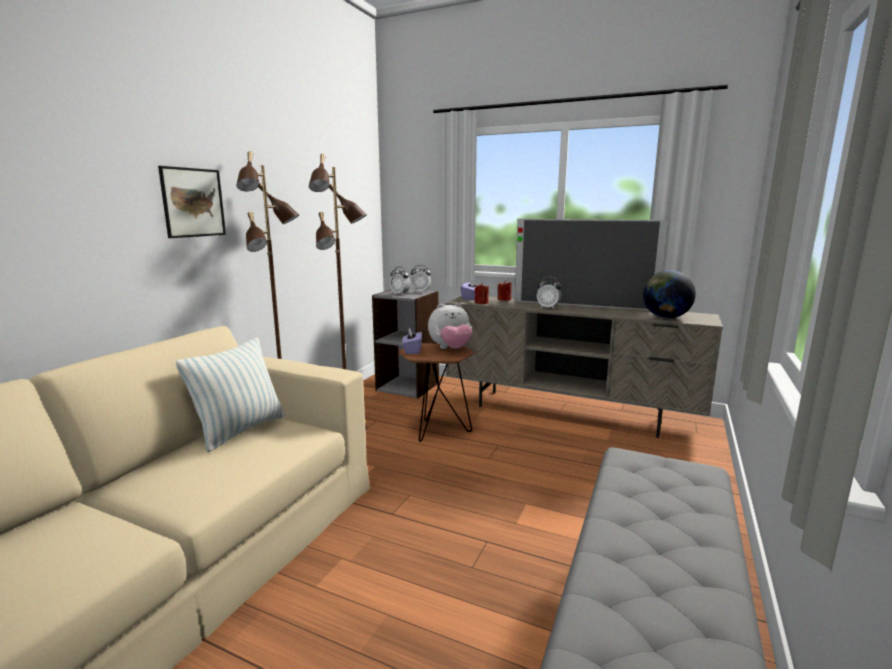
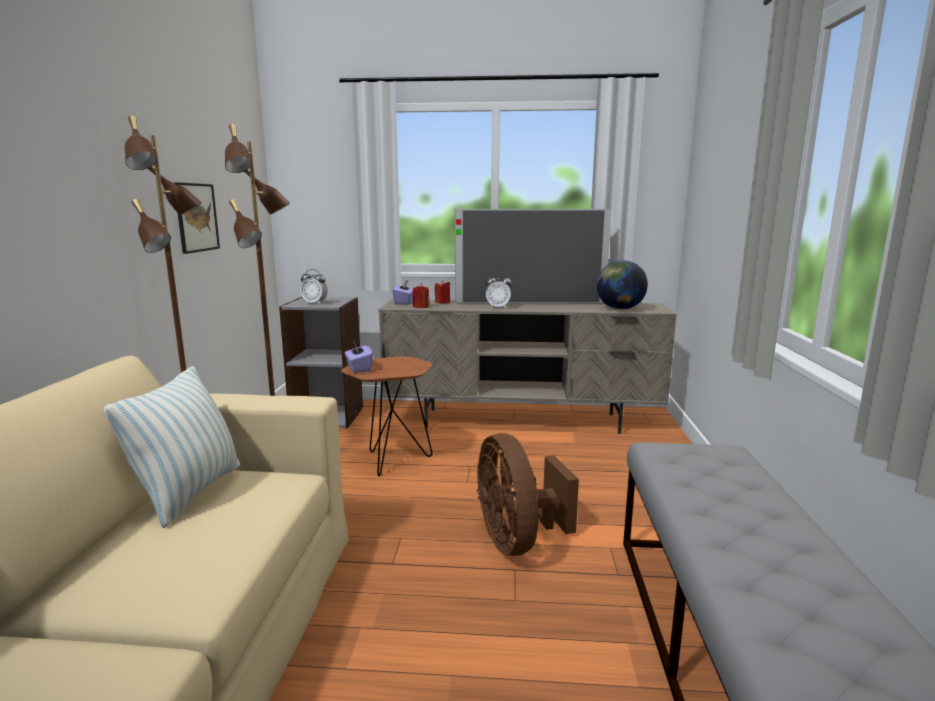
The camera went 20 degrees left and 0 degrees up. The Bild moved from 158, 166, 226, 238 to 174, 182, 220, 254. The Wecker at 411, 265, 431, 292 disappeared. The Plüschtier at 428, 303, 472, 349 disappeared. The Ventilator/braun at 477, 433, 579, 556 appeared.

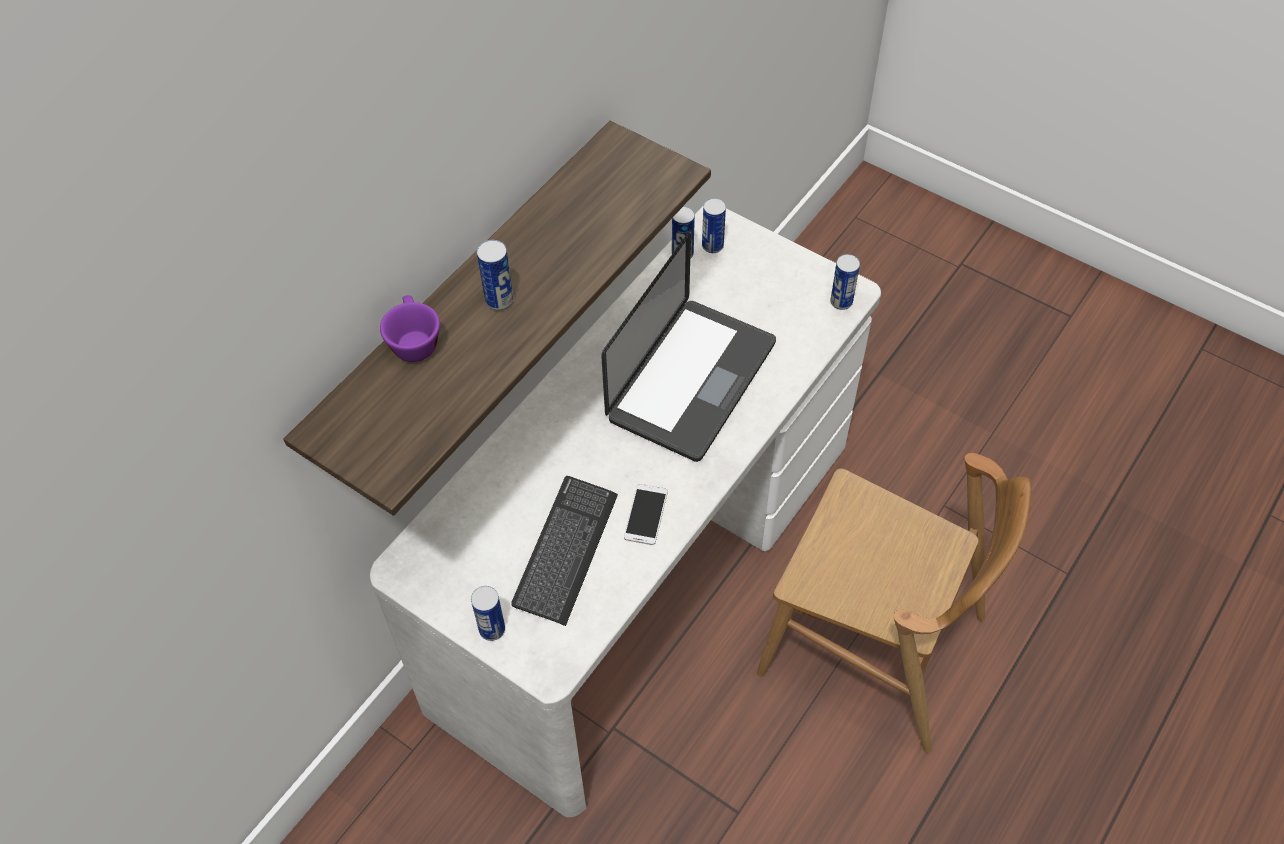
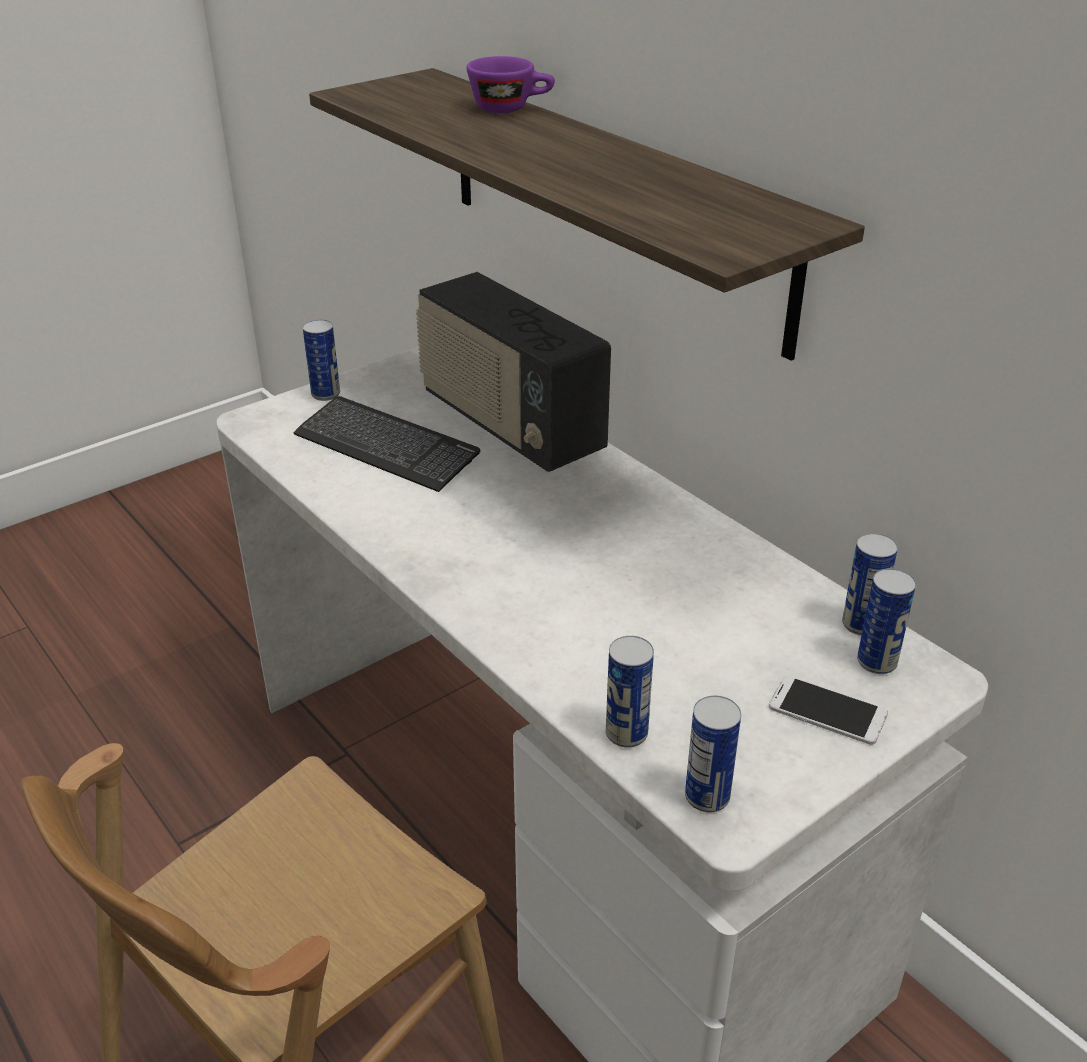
The camera went 105 degrees right and 20 degrees down. The Dose moved from 477, 240, 514, 311 to 606, 636, 654, 748. The Laptop at 601, 233, 776, 462 disappeared. The Handy moved from 624, 484, 668, 545 to 769, 676, 888, 745. The Radio at 416, 272, 611, 472 appeared.

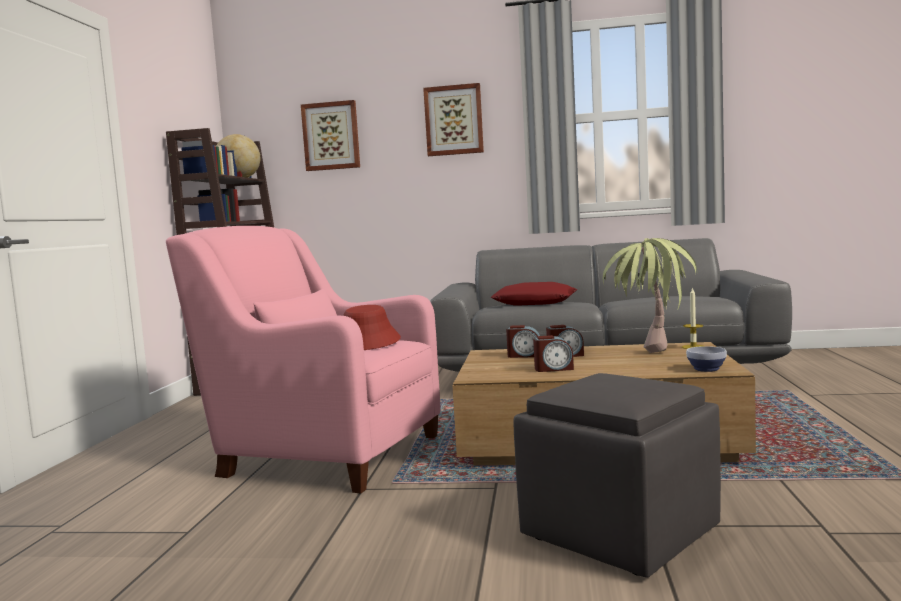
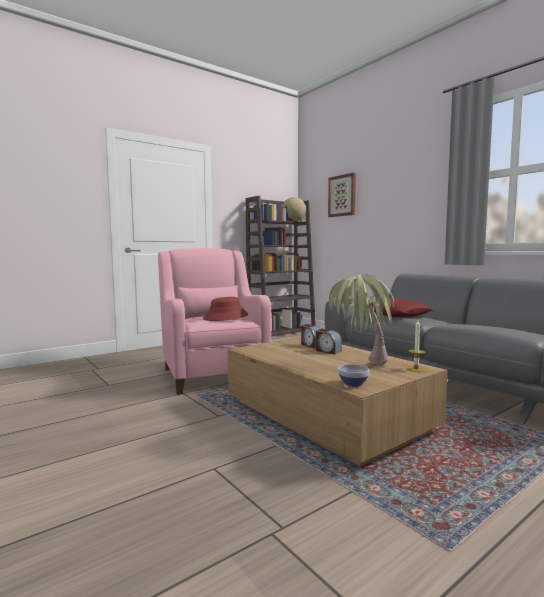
The camera went 45 degrees right and 0 degrees up. The Bild at 423, 83, 484, 156 disappeared. The Polsterhocker/grau at 513, 373, 721, 577 disappeared. The Wecker at 533, 335, 574, 372 disappeared.

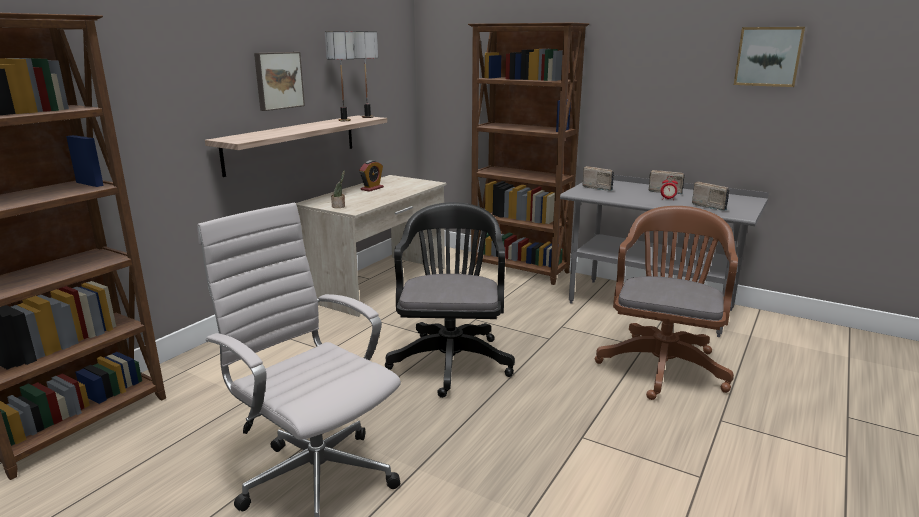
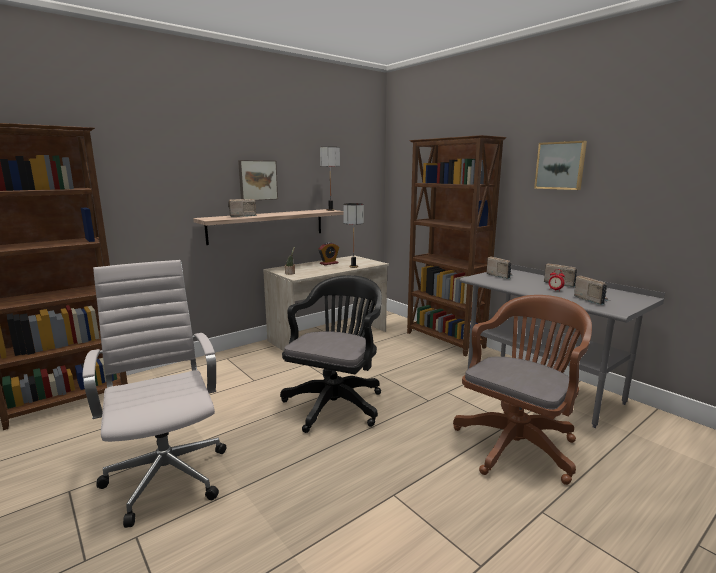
The camera went 20 degrees right and 5 degrees down. The Tischlampe moved from 325, 31, 354, 121 to 343, 203, 364, 268. The Bild moved from 734, 27, 805, 87 to 534, 141, 587, 190. The Radio at 228, 199, 257, 217 appeared.

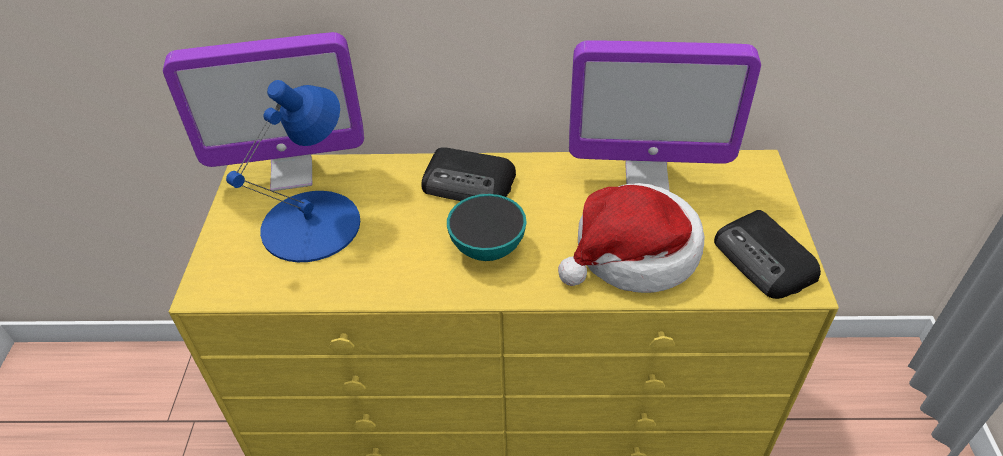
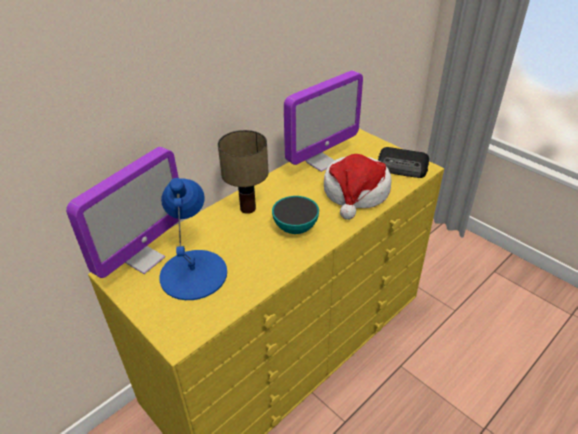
The camera went 45 degrees left and 5 degrees down. The Radio at 421, 147, 516, 201 was replaced by the Tischlampe at 218, 130, 269, 214.

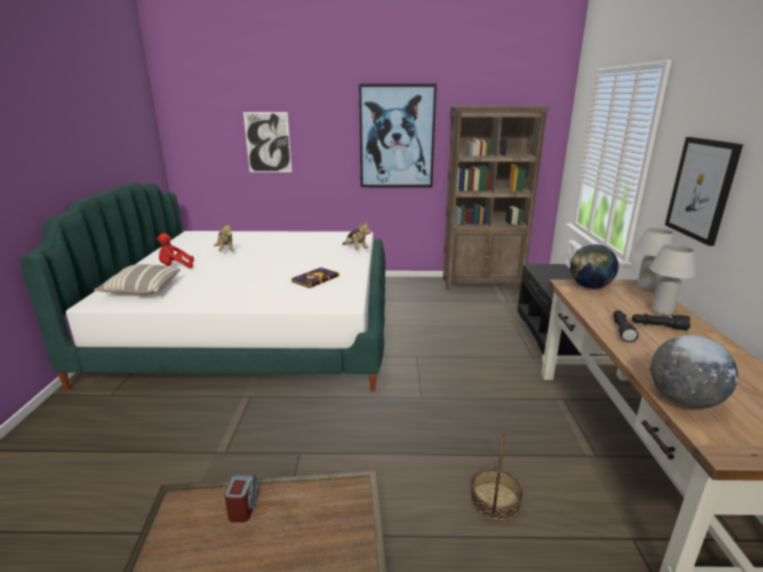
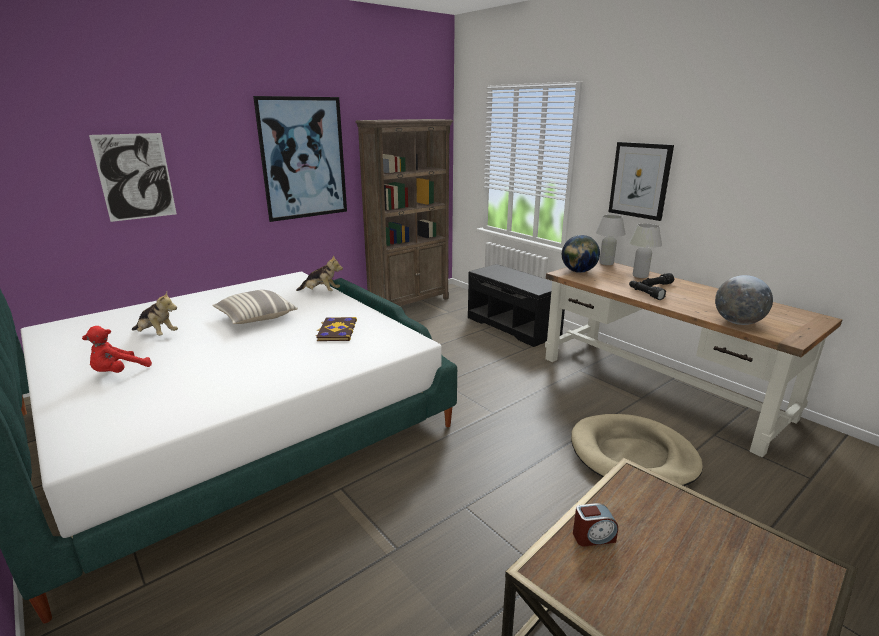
The camera went 40 degrees left and 0 degrees up. The Kissen moved from 94, 264, 180, 295 to 212, 290, 298, 324. The Wecker at 224, 475, 259, 522 turned 120 degrees clockwise. The Korb at 471, 434, 523, 521 was replaced by the Hundebett/beige at 571, 414, 703, 486.

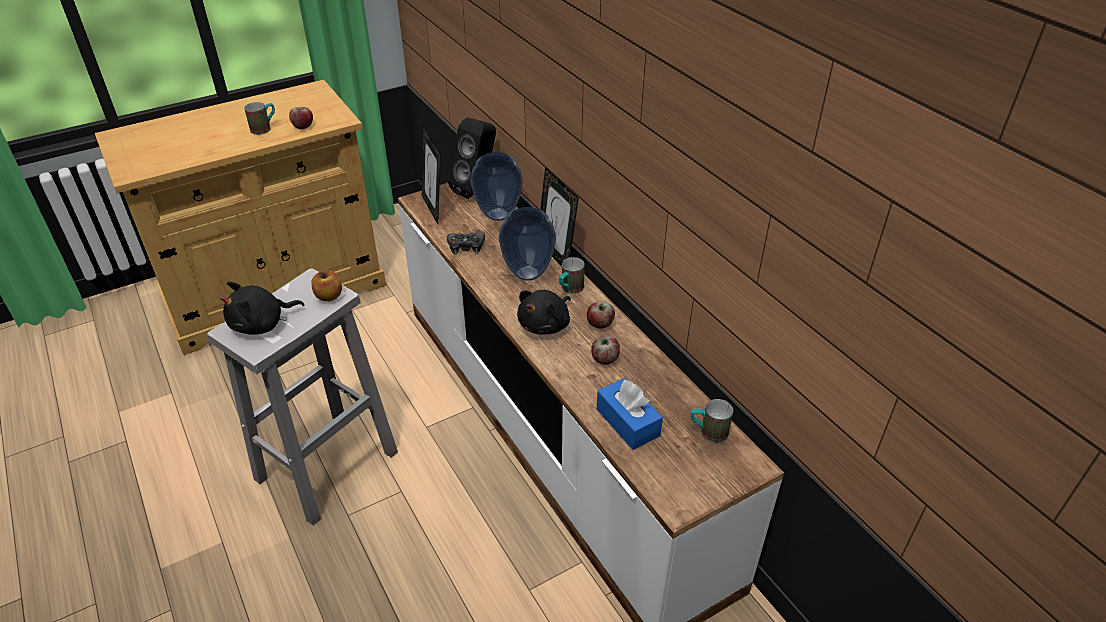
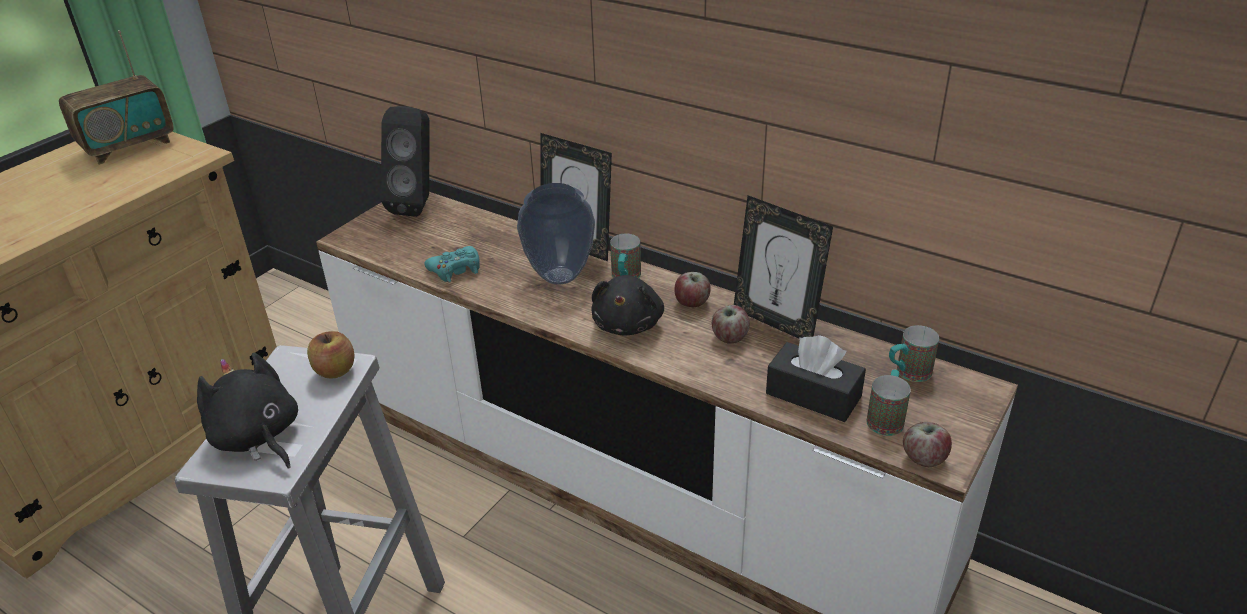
The camera went 25 degrees left and 5 degrees down. The Plüschtier/schwarz at 220, 282, 305, 335 turned 105 degrees clockwise. The Henkelbecher moved from 244, 102, 275, 135 to 866, 370, 911, 436. The Apfel moved from 289, 107, 313, 129 to 903, 422, 952, 467. The Bilderrahmen moved from 422, 126, 441, 224 to 734, 195, 833, 339. The Gamepad/schwarz at 447, 232, 485, 255 became the Gamepad/türkis at 424, 246, 480, 282. The Vase at 470, 152, 523, 221 disappeared. The Taschentuchbox/blau at 597, 378, 663, 450 became the Taschentuchbox/schwarz at 766, 335, 866, 422. The Radio at 59, 30, 174, 165 appeared.

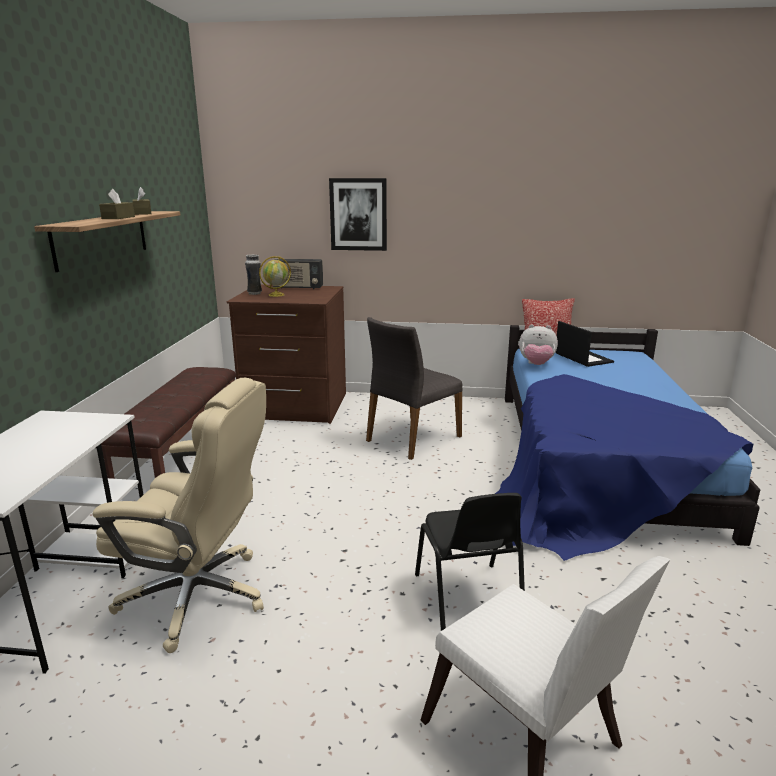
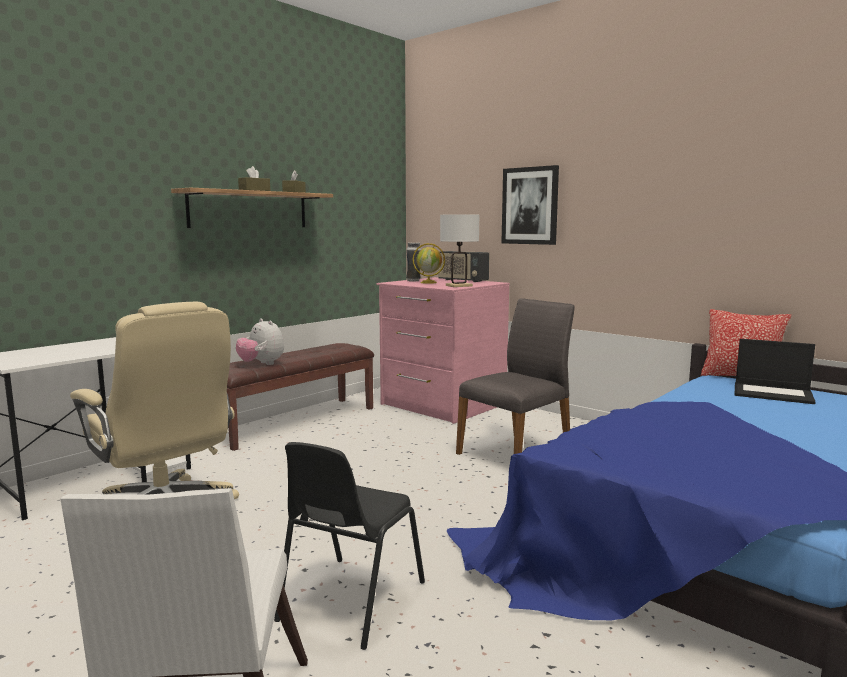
The camera went 35 degrees right and 10 degrees down. The Kommode/braun at 227, 285, 346, 424 became the Kommode/rosa at 376, 277, 510, 424. The Stuhl/grau at 366, 317, 463, 460 turned 150 degrees clockwise. The Plüschtier moved from 519, 324, 558, 365 to 236, 319, 284, 365. The Laptop at 556, 321, 614, 367 turned 105 degrees clockwise. The Tischlampe/weiß at 440, 214, 479, 287 appeared.

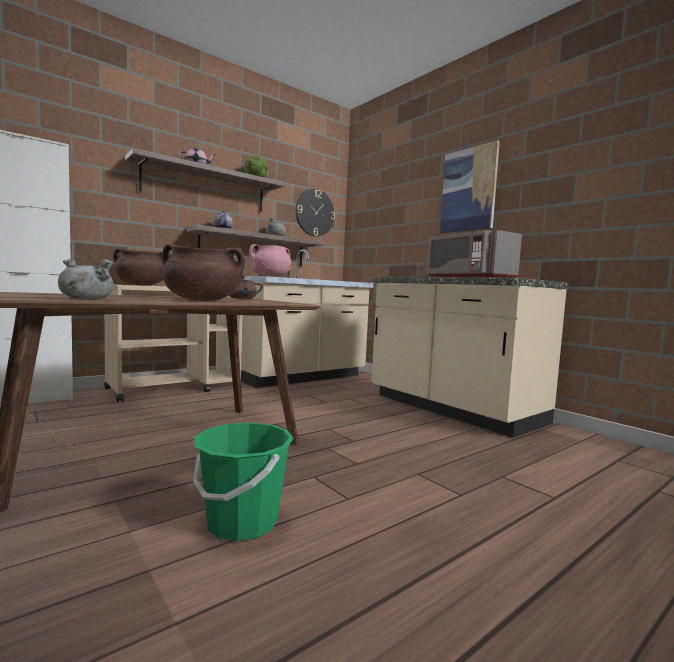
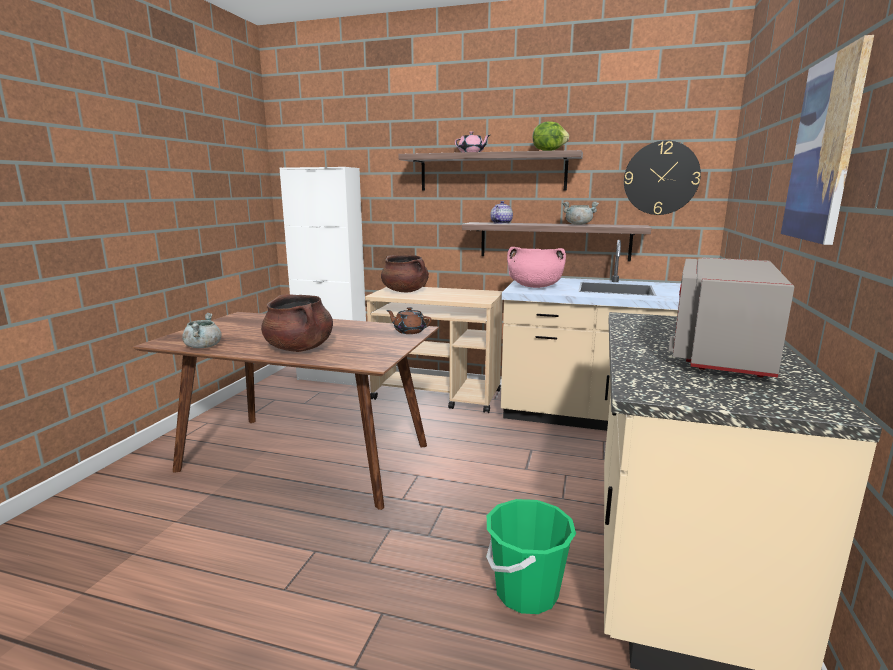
The camera went 55 degrees right and 10 degrees up. The Eimer/grün moved from 193, 422, 294, 541 to 486, 499, 576, 614.

